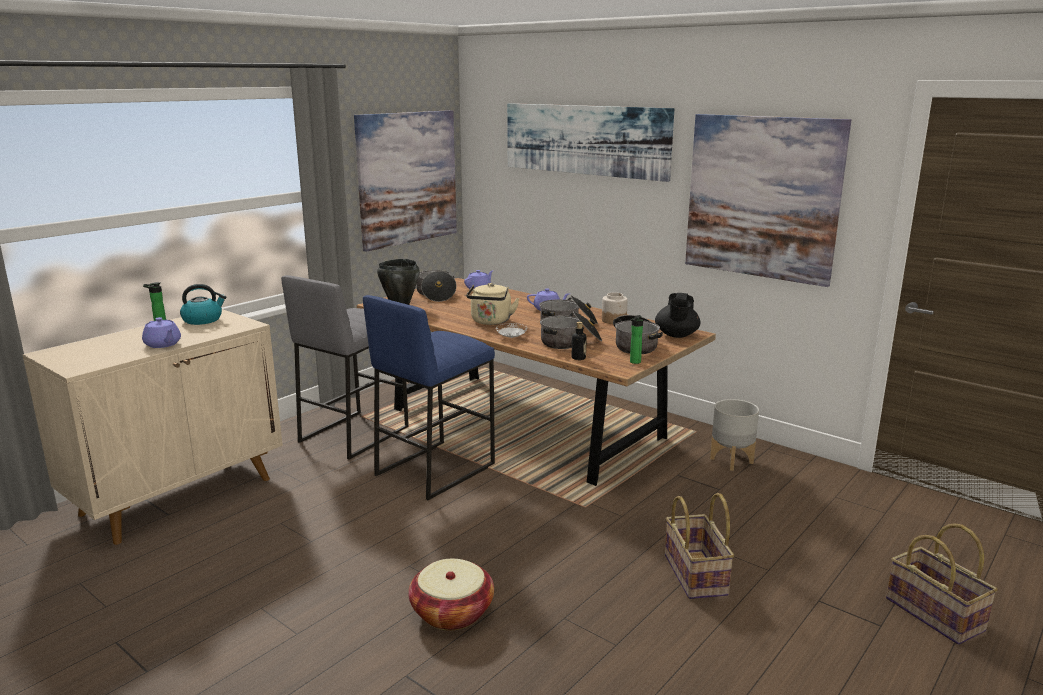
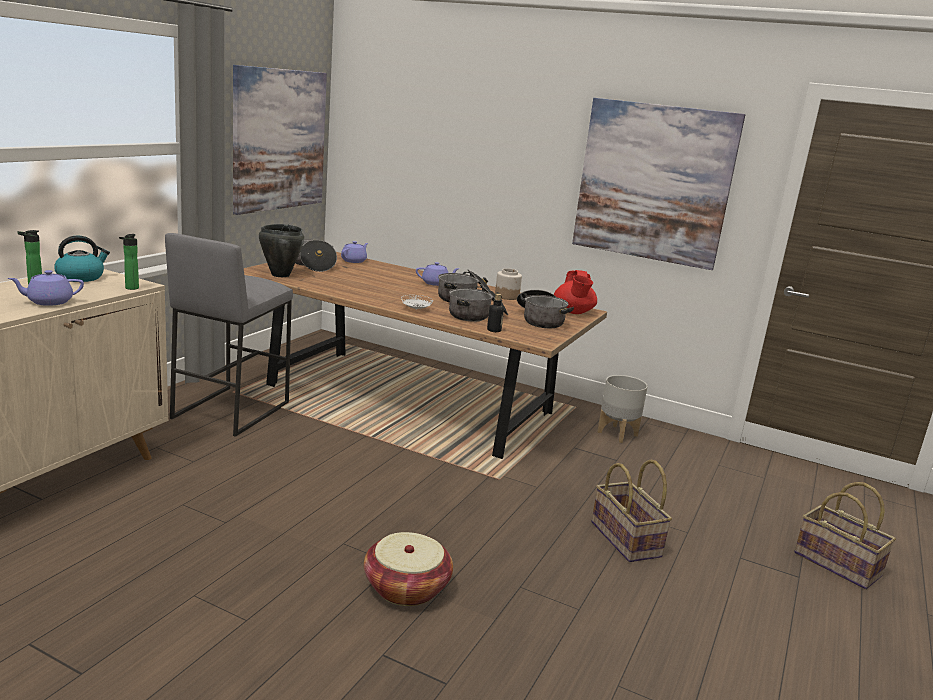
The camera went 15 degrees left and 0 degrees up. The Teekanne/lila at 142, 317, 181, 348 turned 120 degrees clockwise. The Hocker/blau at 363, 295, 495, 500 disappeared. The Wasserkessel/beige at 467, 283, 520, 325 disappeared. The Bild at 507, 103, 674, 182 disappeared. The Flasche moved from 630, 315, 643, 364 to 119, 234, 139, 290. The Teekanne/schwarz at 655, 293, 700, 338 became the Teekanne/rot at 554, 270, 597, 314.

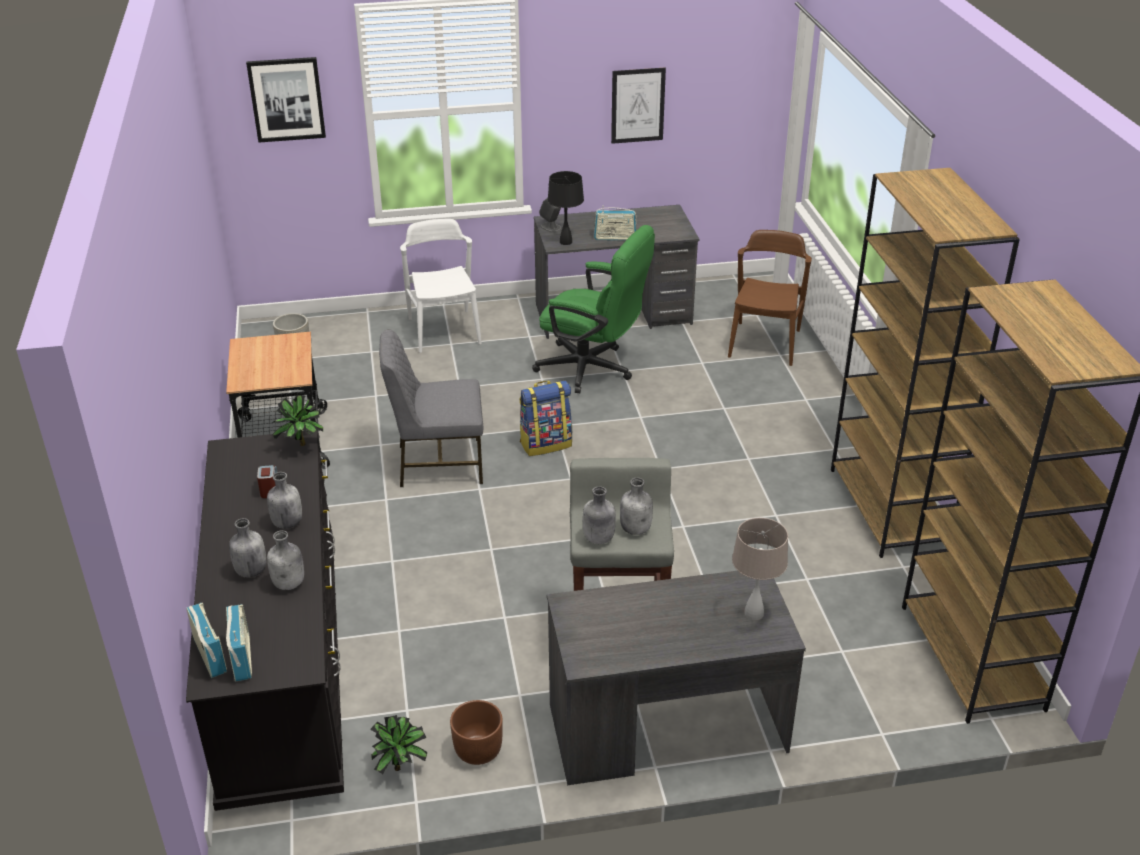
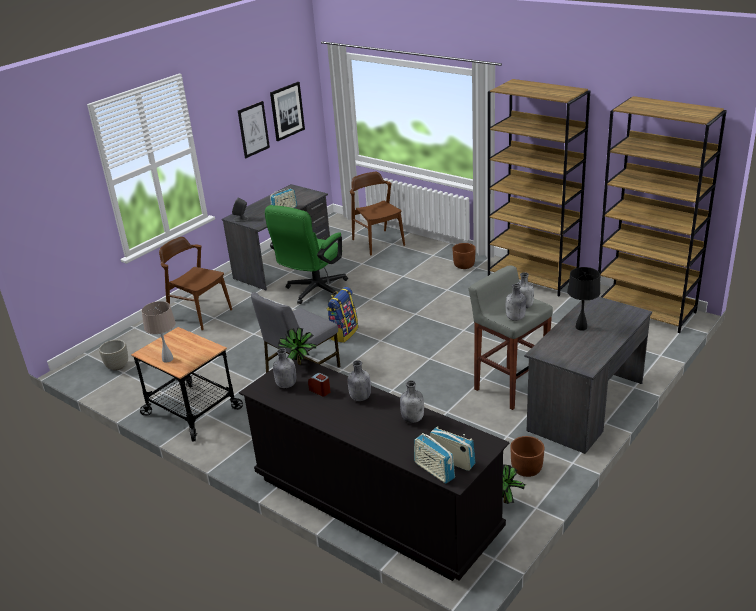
The camera went 40 degrees left and 5 degrees down. The Radio at 186, 603, 227, 678 turned 150 degrees counterclockwise. The Flasche/grau moved from 229, 518, 266, 578 to 273, 348, 296, 388. The Bild moved from 246, 57, 326, 143 to 270, 82, 305, 141. The Stuhl/weiß at 400, 219, 482, 353 became the Stuhl/braun at 159, 237, 232, 331. The Bürostuhl/grün at 532, 225, 655, 393 turned 135 degrees clockwise. The Tischlampe/schwarz moved from 548, 171, 584, 245 to 567, 267, 600, 331. The Tischlampe/beige moved from 732, 518, 788, 621 to 141, 301, 176, 363. The Pflanzkübel/braun at 452, 243, 476, 269 appeared.

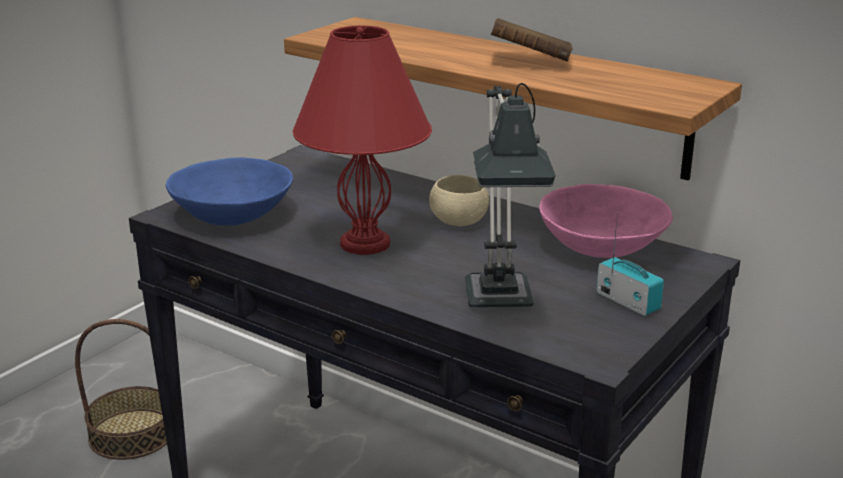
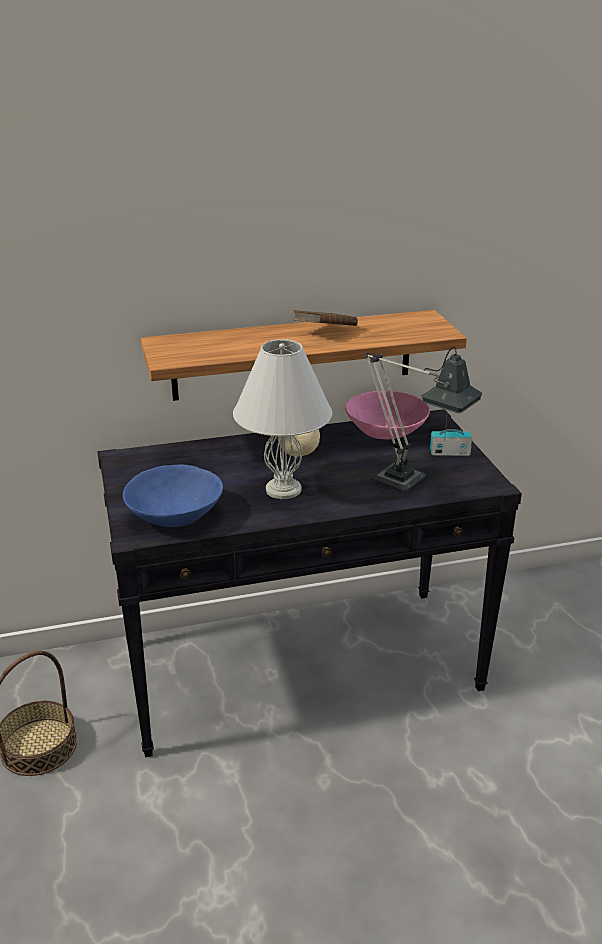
The camera went 50 degrees left and 5 degrees up. The Tischlampe/rot at 292, 25, 432, 255 became the Tischlampe/weiß at 233, 339, 332, 499.

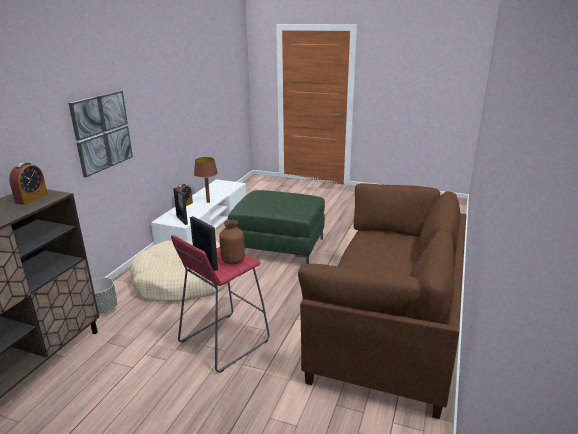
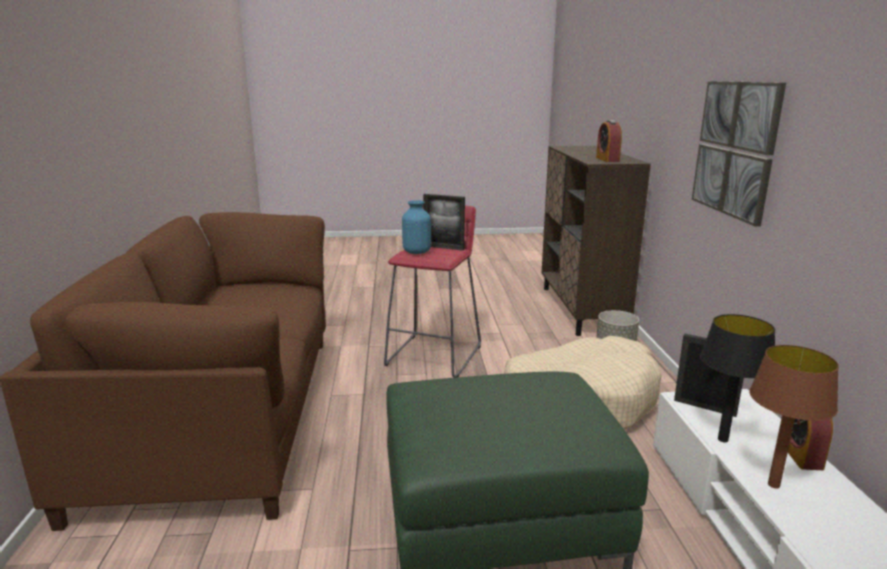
The camera went 155 degrees right and 5 degrees down. The Vase/braun at 219, 220, 245, 265 became the Vase/blau at 402, 200, 431, 254. The Tischlampe/schwarz at 700, 314, 775, 443 appeared.

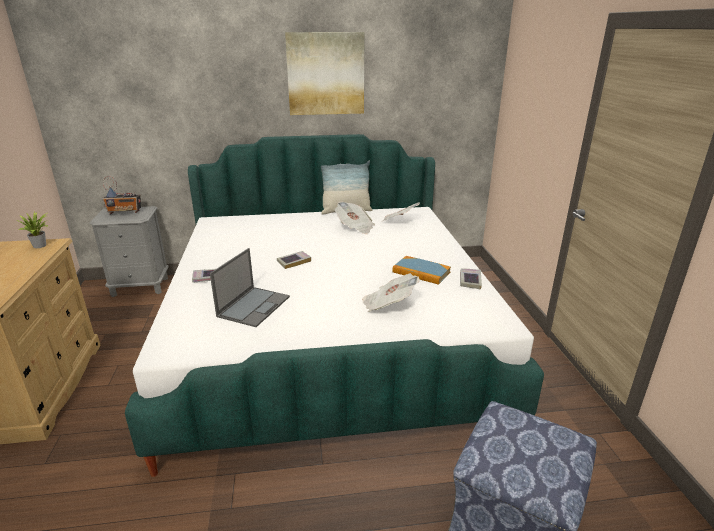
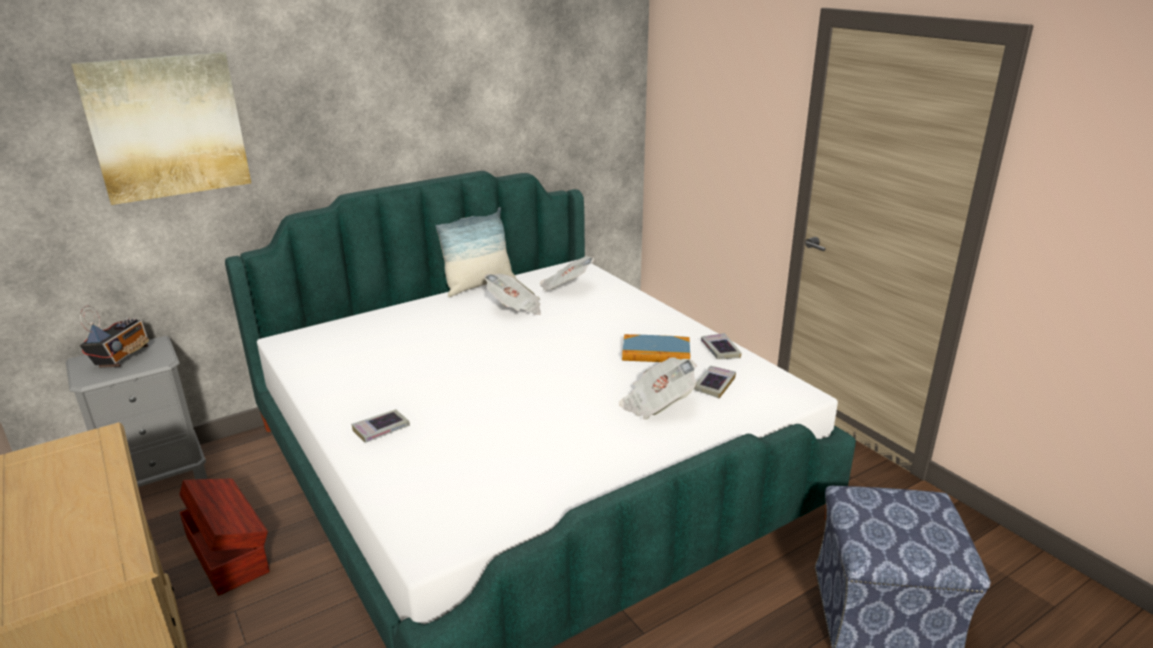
The camera went 25 degrees left and 0 degrees up. The Topfpflanze at 17, 212, 49, 248 disappeared. The Radio at 102, 176, 141, 214 turned 45 degrees counterclockwise. The Laptop at 210, 248, 290, 327 disappeared. The Buch moved from 277, 251, 311, 269 to 694, 366, 736, 399. The Bild moved from 285, 32, 364, 115 to 71, 52, 251, 205. The Aufbewahrungsbox/braun at 179, 479, 270, 596 appeared.

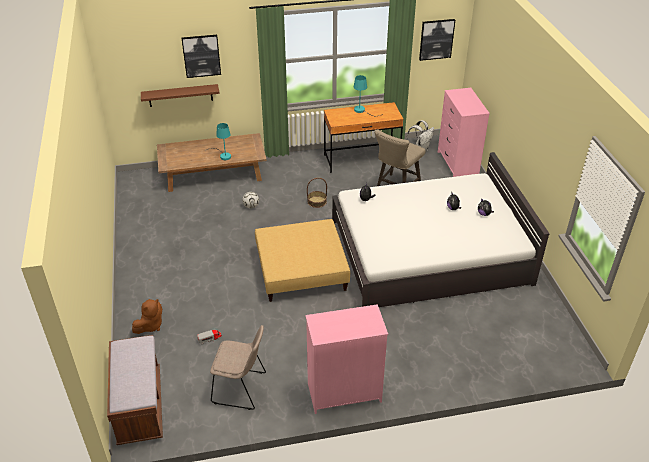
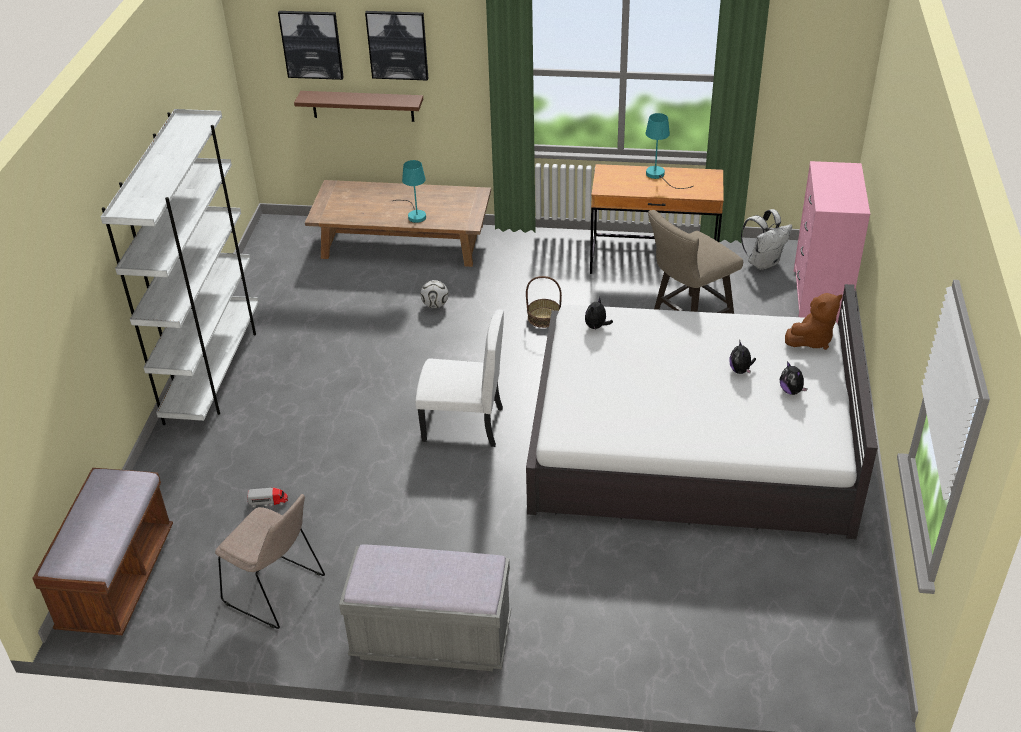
The camera went 20 degrees right and 0 degrees up. The Plüschtier/braun moved from 132, 299, 162, 334 to 785, 293, 842, 350. The Polsterhocker/beige at 255, 219, 350, 302 was replaced by the Stuhl/weiß at 415, 309, 504, 447. The Kommode/rosa at 305, 304, 388, 414 was replaced by the Bank/grau at 339, 545, 511, 671. The Bild moved from 419, 19, 455, 61 to 278, 11, 344, 80. The Bücherregal/weiß at 101, 109, 259, 425 appeared.

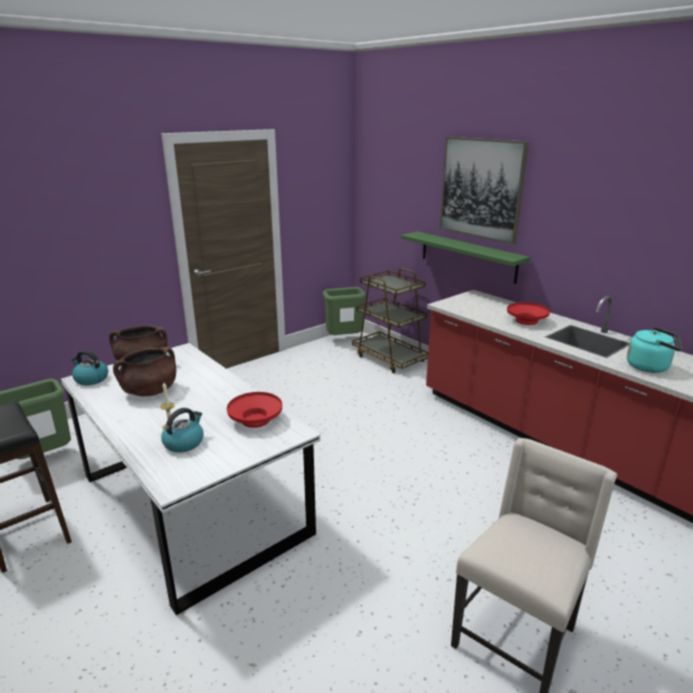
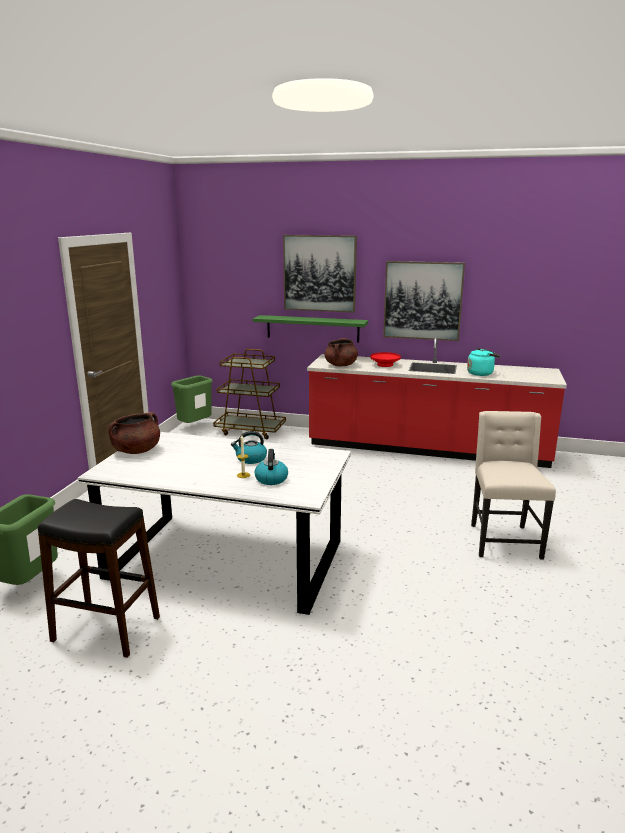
The camera went 35 degrees left and 5 degrees down. The Wasserkessel moved from 71, 350, 108, 385 to 231, 431, 267, 464. The Kochtopf/braun moved from 113, 347, 176, 396 to 325, 338, 358, 366. The Schüssel/rot at 227, 392, 282, 428 disappeared. The Bild at 383, 261, 465, 341 appeared.

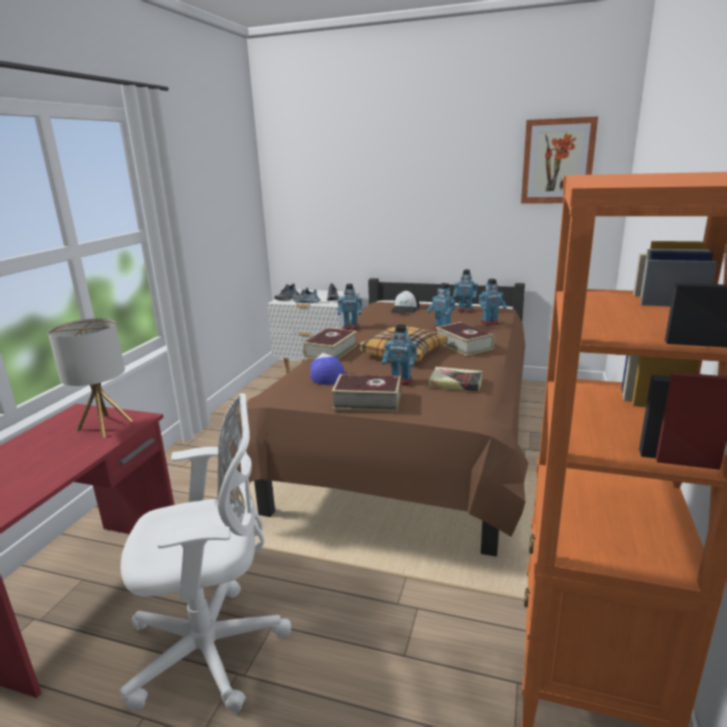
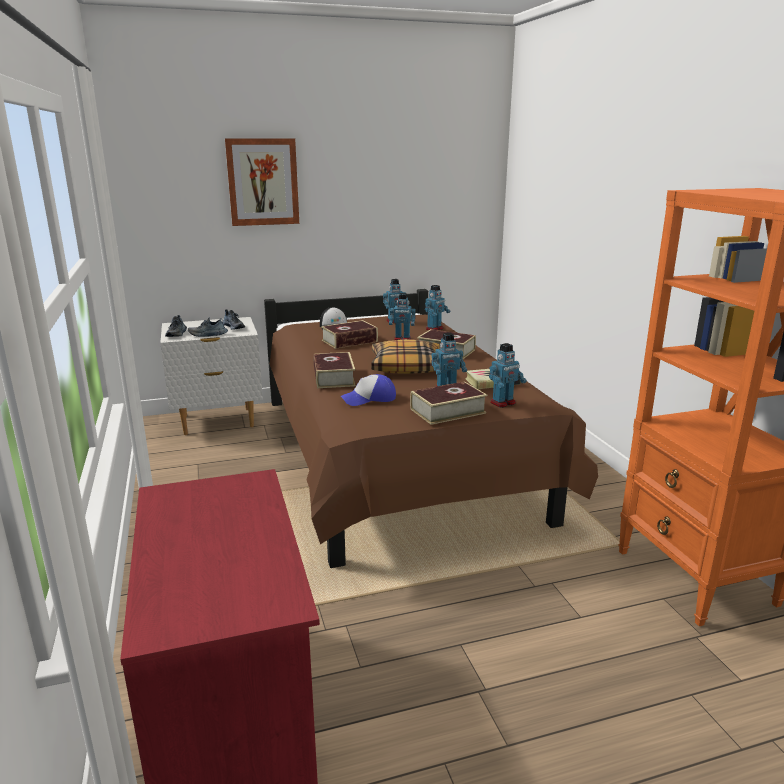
The camera went 35 degrees left and 0 degrees up. The Tischlampe at 48, 318, 133, 438 disappeared. The Bürostuhl/weiß at 120, 393, 291, 712 disappeared. The Kappe at 310, 353, 345, 385 turned 60 degrees counterclockwise. The Spielzeugroboter moved from 337, 284, 362, 330 to 489, 343, 527, 408. The Bild moved from 521, 116, 598, 204 to 225, 139, 299, 226. The Buch at 321, 320, 378, 349 appeared.

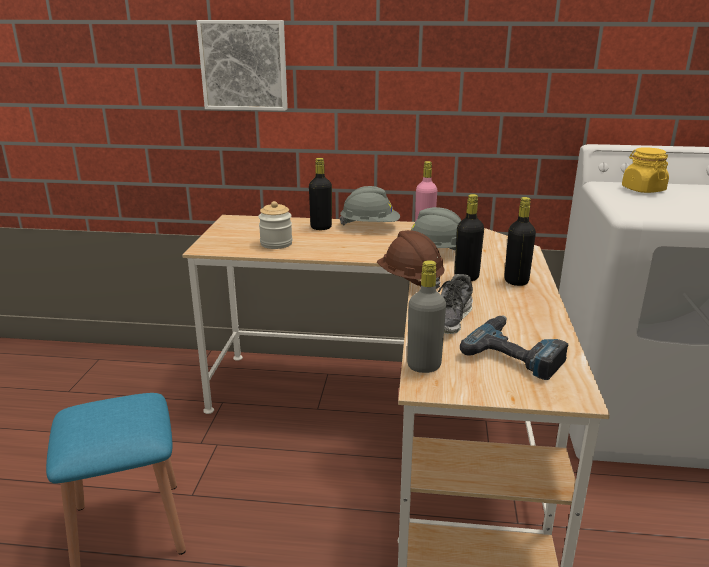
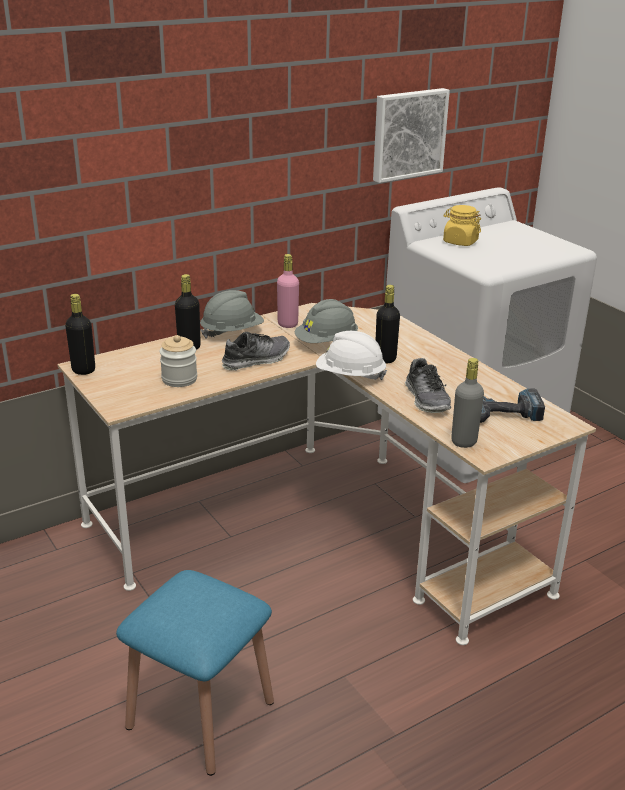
The camera went 40 degrees left and 5 degrees up. The Bild moved from 197, 20, 288, 111 to 373, 88, 450, 183. The Schutzhelm/braun at 377, 230, 445, 289 became the Schutzhelm/weiß at 316, 331, 387, 380. The Flasche/schwarz moved from 504, 197, 536, 286 to 65, 294, 95, 375. The Schuh at 222, 332, 290, 371 appeared.

